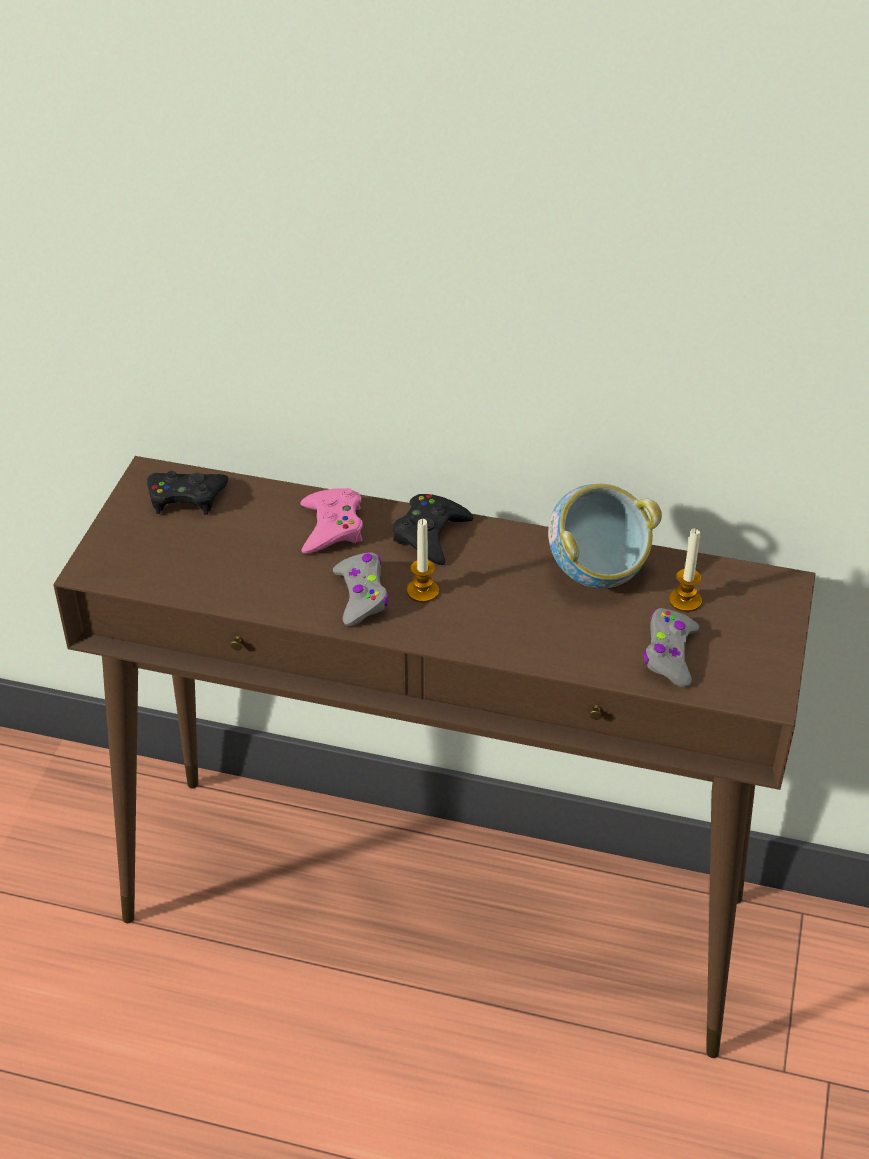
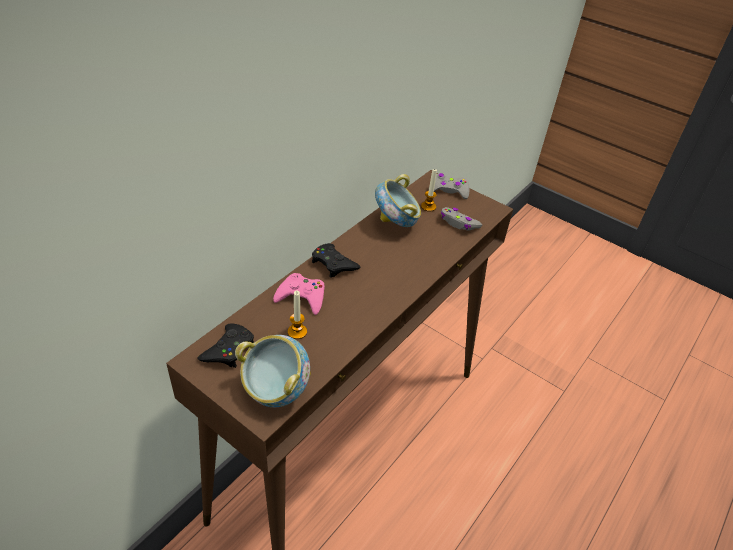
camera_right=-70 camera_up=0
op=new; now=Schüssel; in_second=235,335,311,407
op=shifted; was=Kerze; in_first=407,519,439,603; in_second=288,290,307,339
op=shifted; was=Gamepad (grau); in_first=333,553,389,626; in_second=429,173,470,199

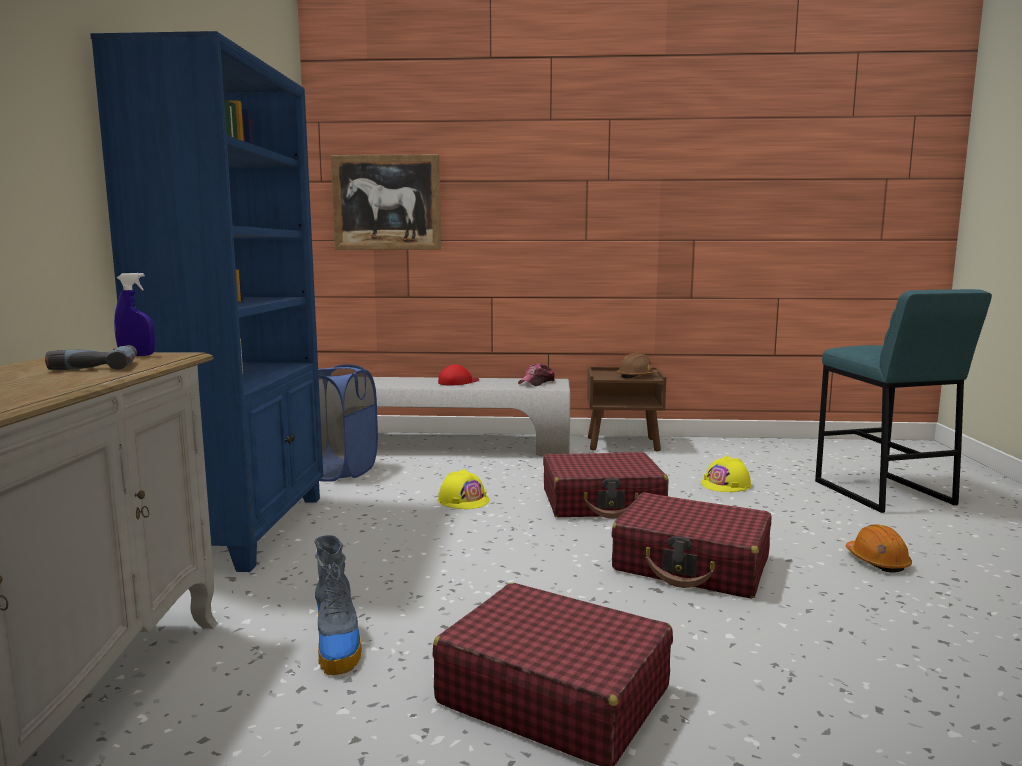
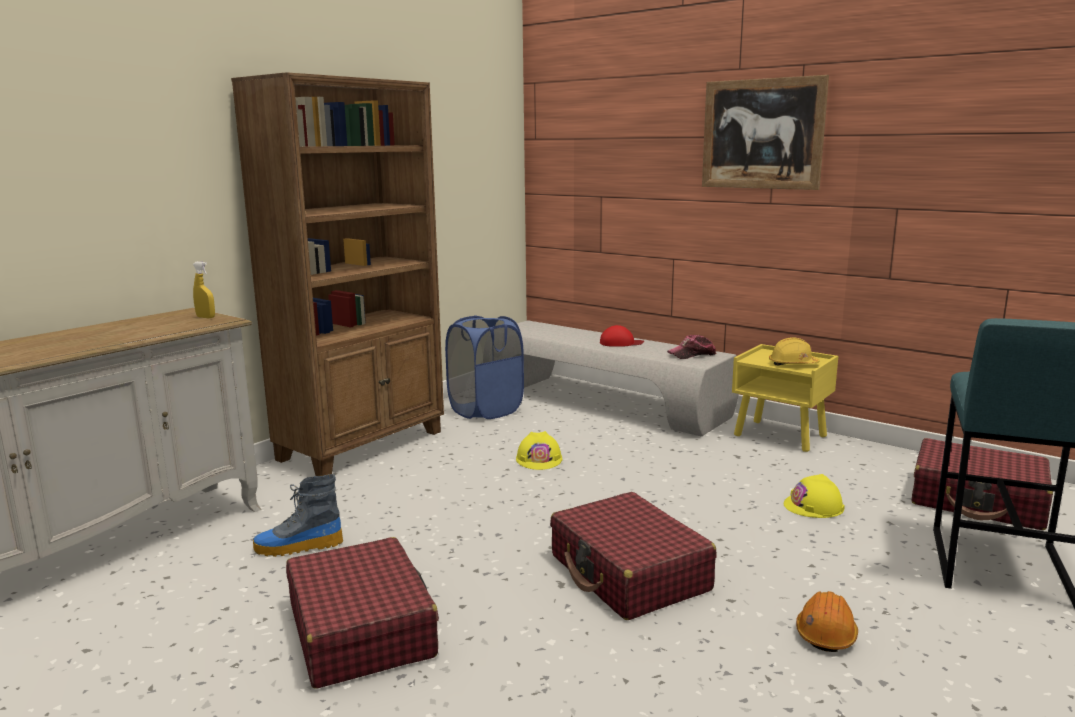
camera_right=35 camera_up=5
op=repainted; was=Sprühflasche (blau); now=Sprühflasche (gelb); in_first=114,273,155,356; in_second=193,262,215,319
op=repainted; was=Bücherregal (blau); now=Bücherregal (braun); in_first=90,31,323,572; in_second=231,72,444,476
op=rotated; was=Stiefel; in_first=314,535,362,675; in_second=253,474,343,557; clockwise=60
op=shifted; was=Bild; in_first=330,154,441,250; in_second=702,75,829,190
op=repainted; was=Nachttisch (braun); now=Nachttisch (gelb); in_first=587,367,666,451; in_second=732,344,838,452
op=repainted; was=Schutzhelm (braun); now=Schutzhelm (gelb); in_first=617,353,658,378; in_second=769,337,820,365
op=shifted; was=Koffer (rot); in_first=543,452,668,519; in_second=911,438,1053,530
op=gone; was=Bohrmaschine; in_first=45,345,137,370

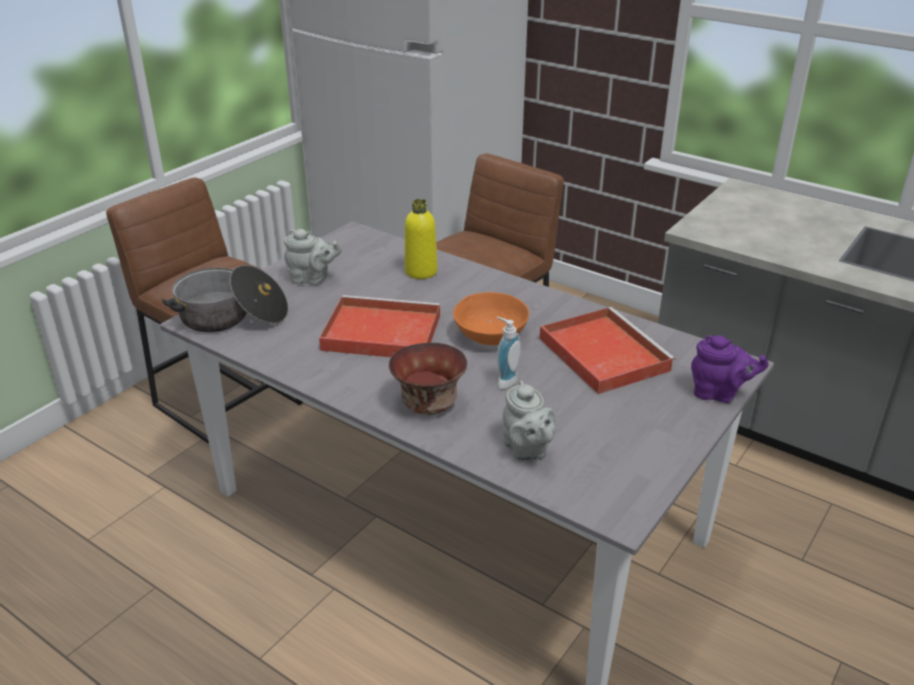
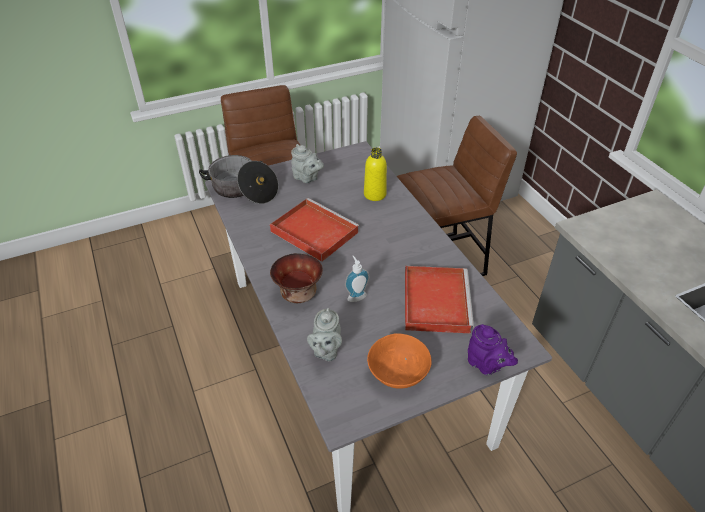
camera_right=30 camera_up=10
op=shifted; was=Schüssel (orange); in_first=453,292,529,345; in_second=367,333,432,389

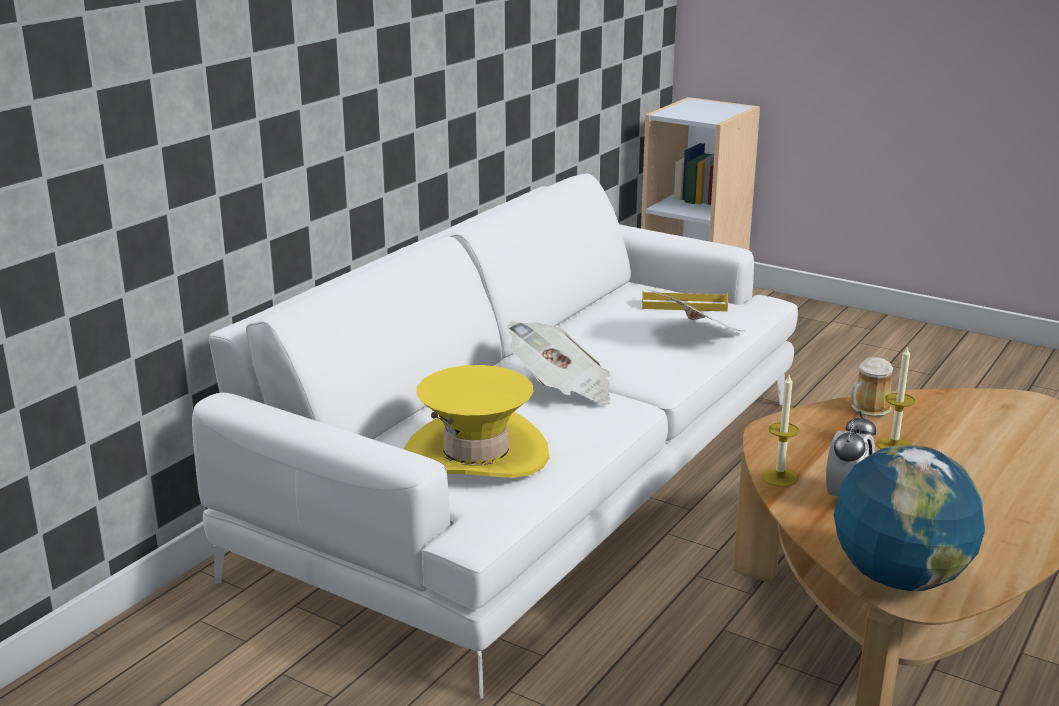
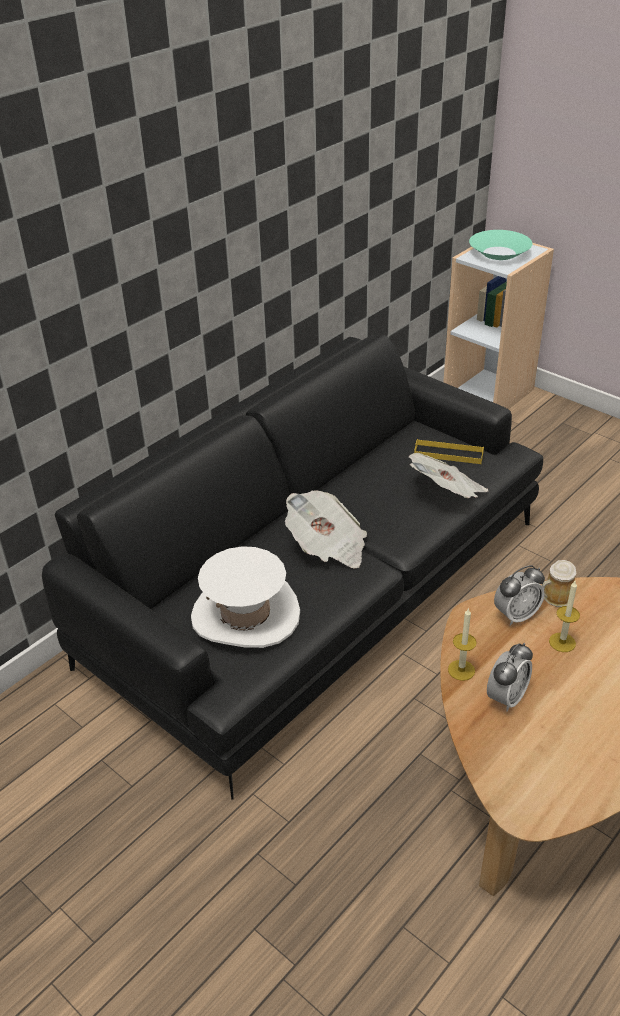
camera_right=10 camera_up=15
op=repainted; was=Sofa (weiß); now=Sofa (schwarz); in_first=192,174,798,699; in_second=42,334,543,800
op=repainted; was=Hut (gelb); now=Hut (weiß); in_first=404,365,549,478; in_second=191,546,300,648
op=new; now=Schüssel (türkis); in_second=469,230,533,260
op=new; now=Wecker; in_second=494,565,545,626
op=gone; was=Globus; in_first=834,445,986,591

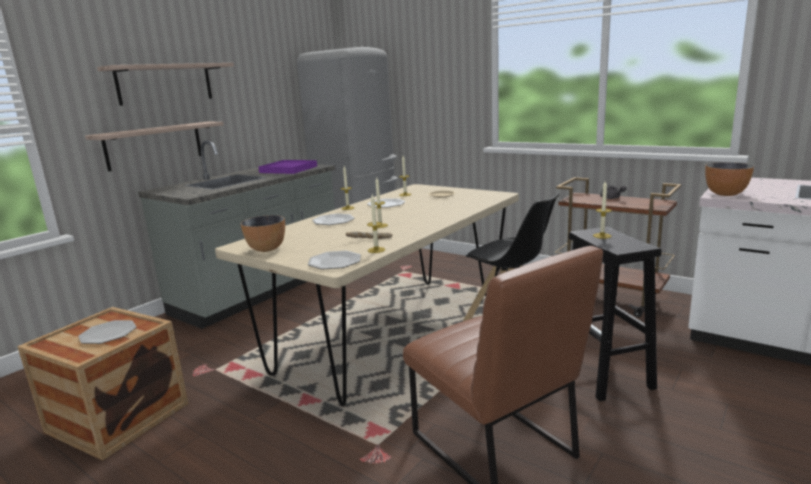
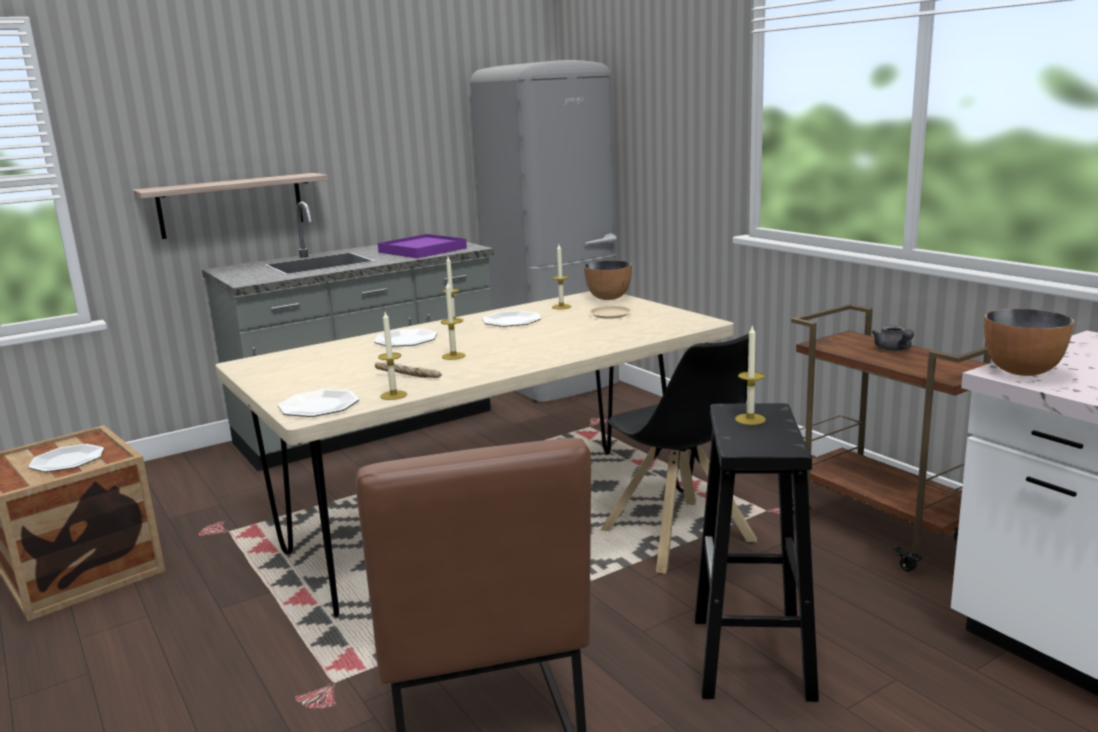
camera_right=20 camera_up=0
op=shifted; was=Schüssel; in_first=241,215,285,252; in_second=584,261,632,300
op=gone; was=Wandregal; in_first=97,63,234,106

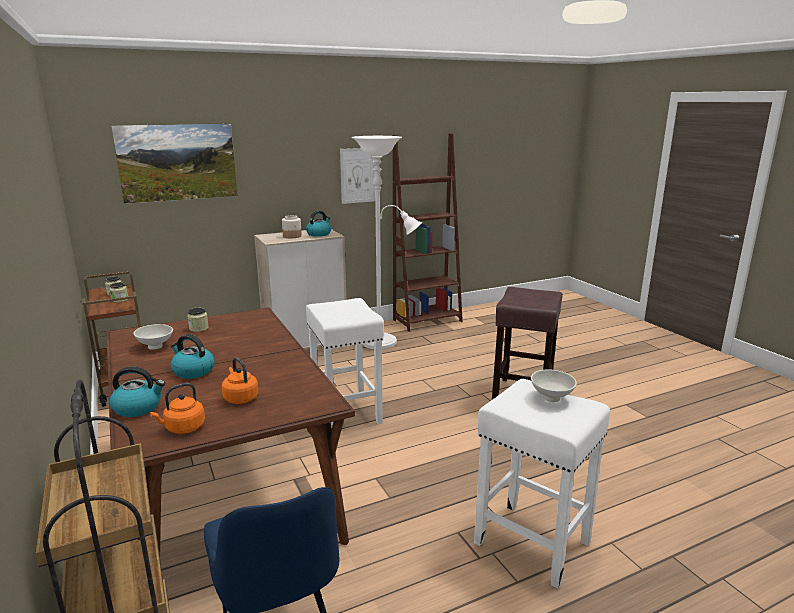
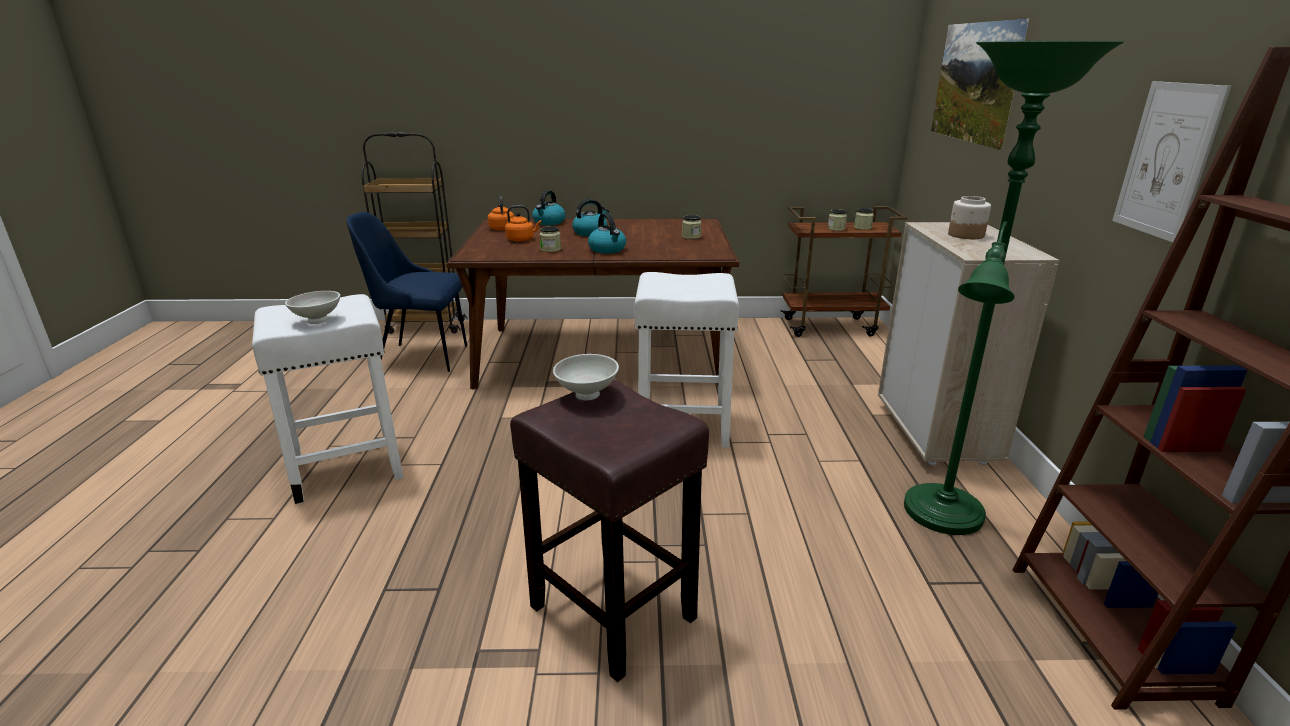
camera_right=115 camera_up=5
op=new; now=Vorratsglas; in_second=540,226,561,252
op=shifted; was=Schüssel (weiß); in_first=133,324,173,350; in_second=553,354,619,400
op=shifted; was=Wasserkessel; in_first=306,210,331,237; in_second=588,213,626,254
op=repainted; was=Stehlampe (weiß); now=Stehlampe (grün); in_first=352,136,422,349; in_second=904,41,1124,535

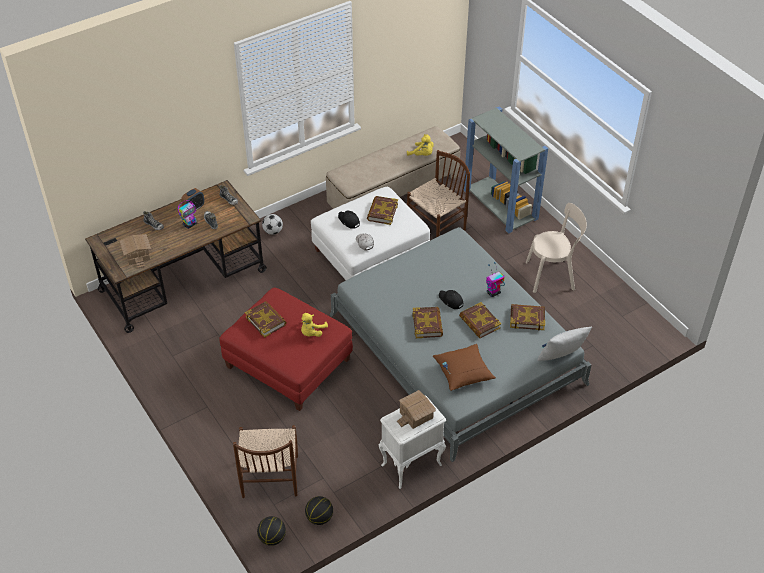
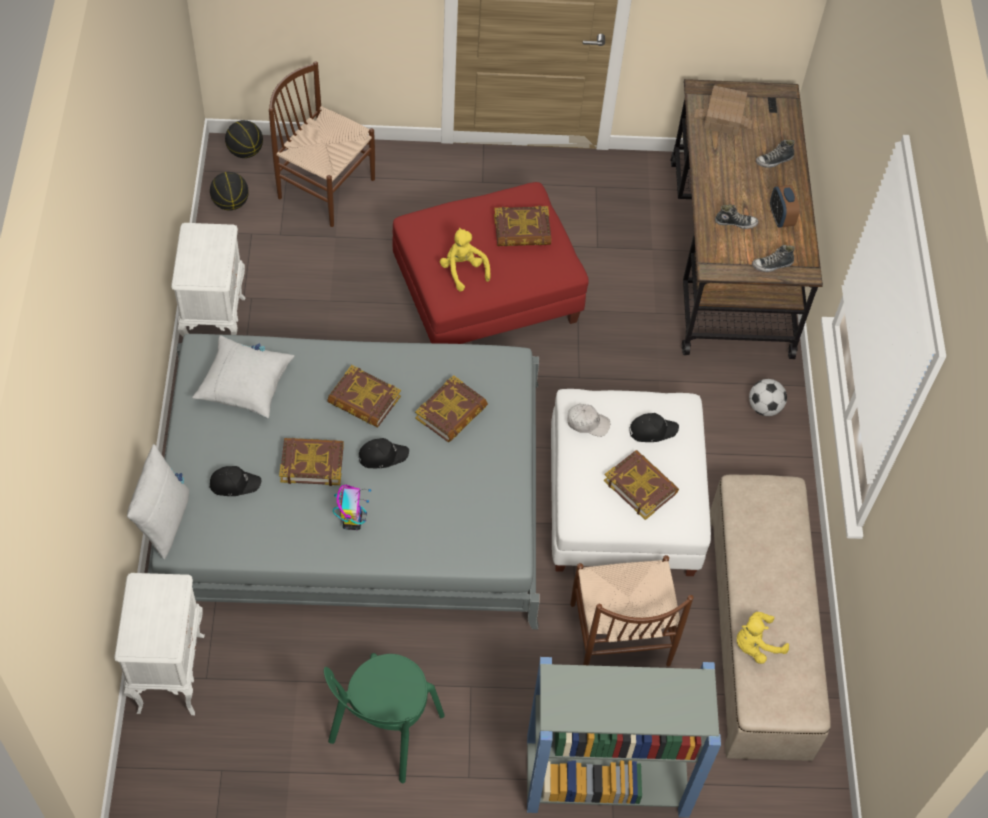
camera_right=120 camera_up=10
op=new; now=Nachttisch (weiß); in_second=114,573,205,716
op=repainted; was=Kissen (braun); now=Kissen (grau); in_first=433,344,496,391; in_second=192,335,295,419
op=new; now=Kappe (schwarz); in_second=209,466,262,496
op=repainted; was=Stuhl (beige); now=Stuhl (grün); in_first=526,203,587,293; in_second=324,653,445,783
op=shifted; was=Buch; in_first=510,304,545,330; in_second=415,375,488,442
op=gone; was=Spielzeugroboter; in_first=178,200,197,229
op=gone; was=Spielzeughaus; in_first=397,390,436,429

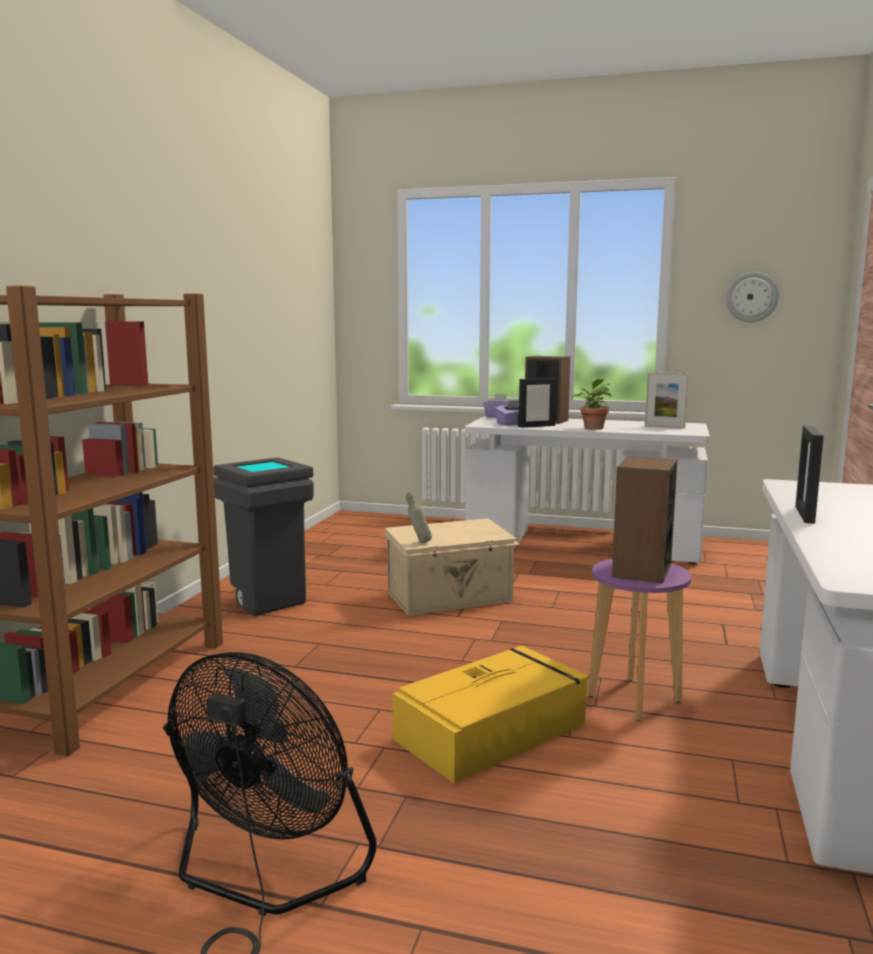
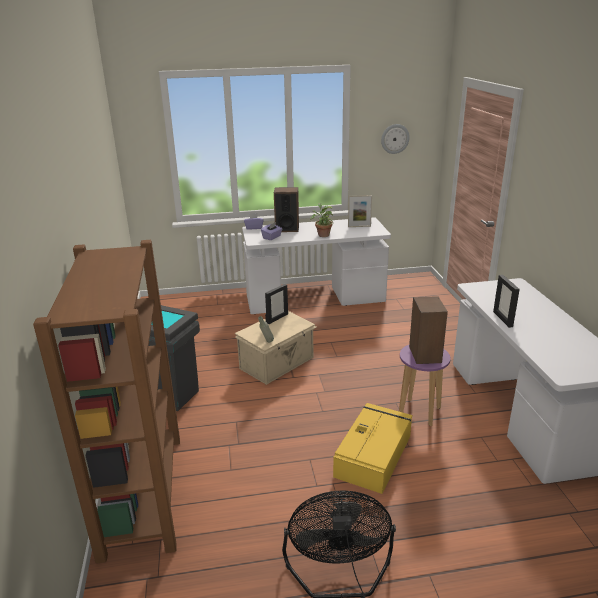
camera_right=-25 camera_up=15
op=shifted; was=Bilderrahmen; in_first=518,378,557,428; in_second=265,284,288,324

